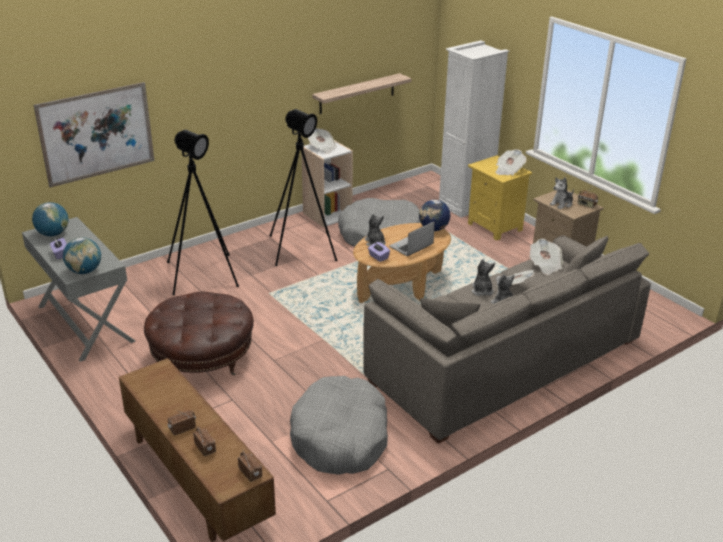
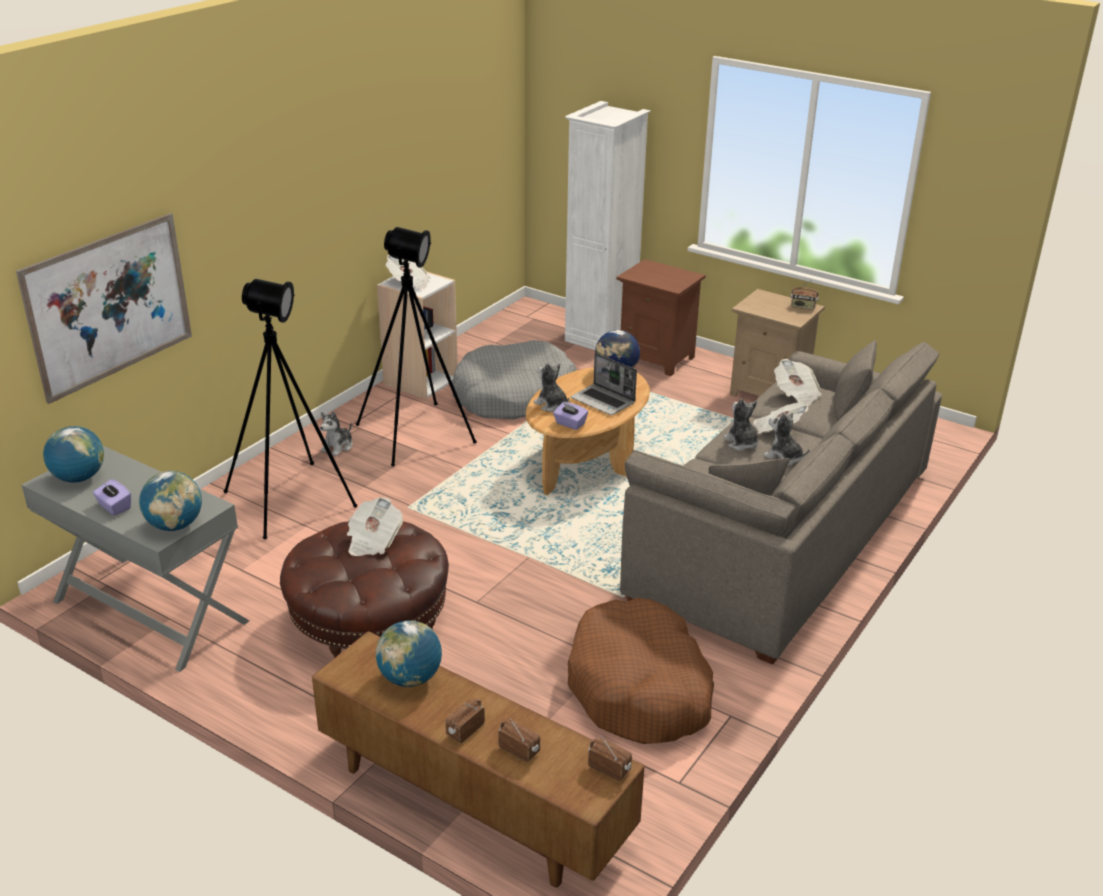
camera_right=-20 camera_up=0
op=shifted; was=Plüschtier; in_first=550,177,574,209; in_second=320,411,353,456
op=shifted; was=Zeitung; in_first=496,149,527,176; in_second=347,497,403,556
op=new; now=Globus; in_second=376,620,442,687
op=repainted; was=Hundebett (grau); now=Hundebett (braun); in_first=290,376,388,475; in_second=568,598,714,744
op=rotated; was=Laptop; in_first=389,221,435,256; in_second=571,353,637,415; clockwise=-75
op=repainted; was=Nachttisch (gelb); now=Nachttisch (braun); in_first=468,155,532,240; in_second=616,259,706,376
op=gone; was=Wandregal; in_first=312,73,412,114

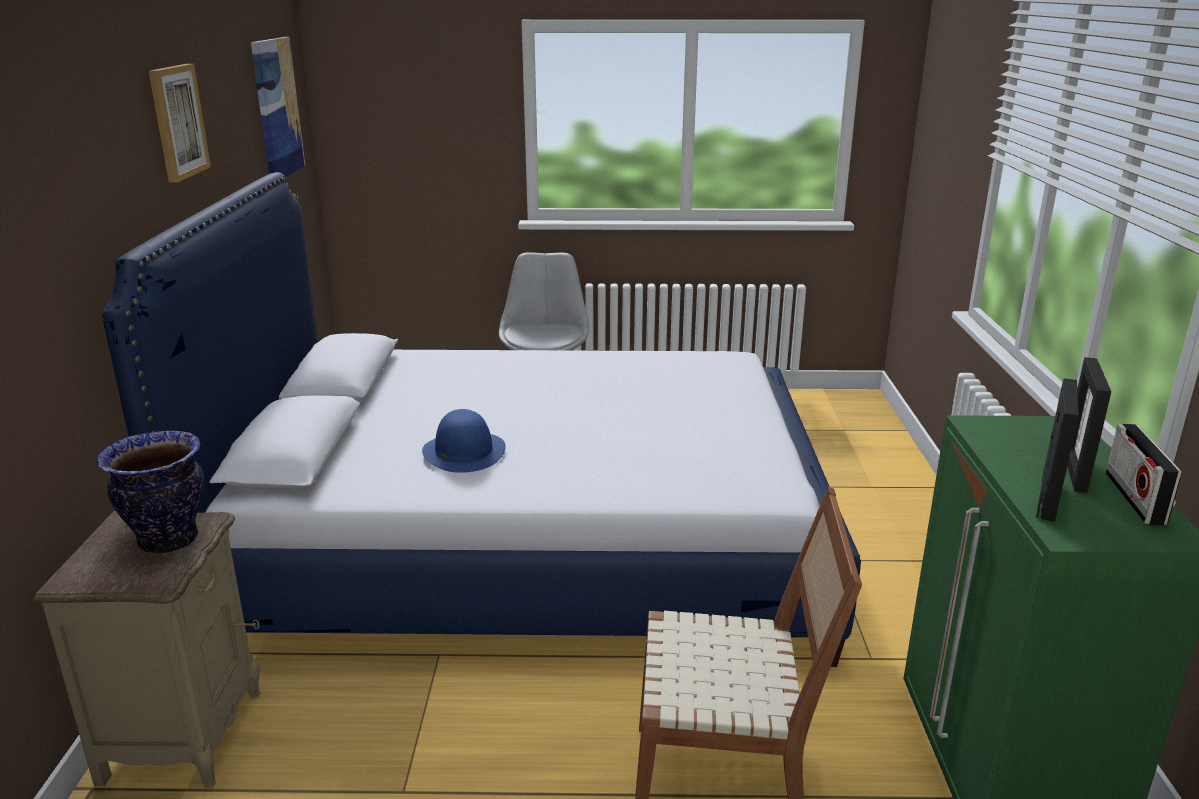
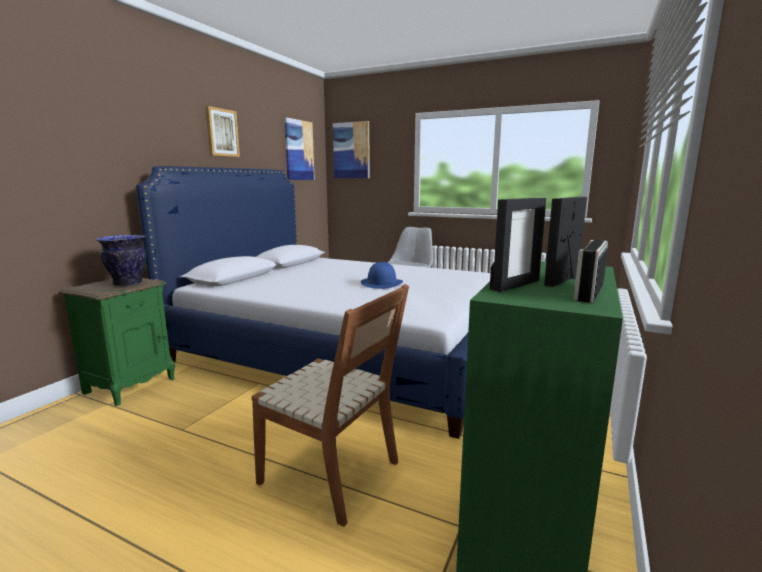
camera_right=25 camera_up=-10
op=repainted; was=Nachttisch (beige); now=Nachttisch (grün); in_first=34,511,260,788; in_second=59,278,175,406
op=new; now=Bild; in_second=333,121,370,178
op=shifted; was=Hut (blau); in_first=422,409,506,473; in_second=361,262,403,289

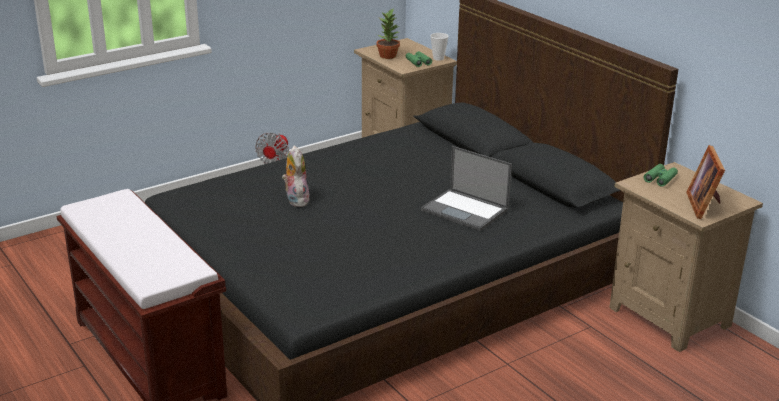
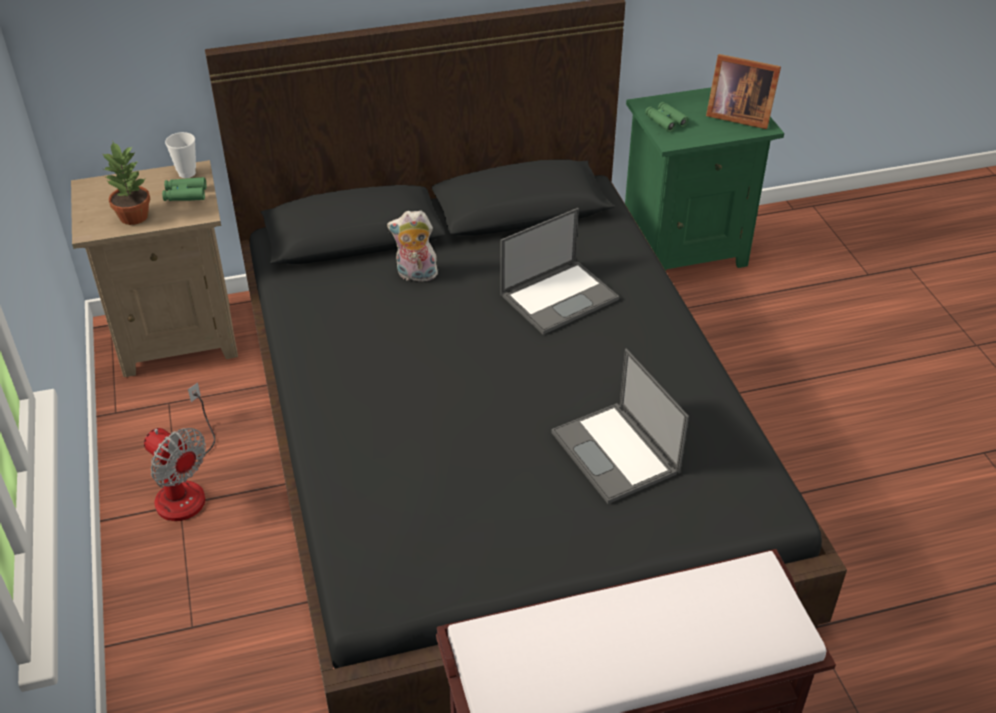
camera_right=-70 camera_up=15
op=shifted; was=Plüschtier; in_first=282,145,309,207; in_second=387,211,438,282
op=new; now=Laptop; in_second=551,349,689,504
op=repainted; was=Nachttisch (beige); now=Nachttisch (grün); in_first=609,162,763,352; in_second=625,87,784,271

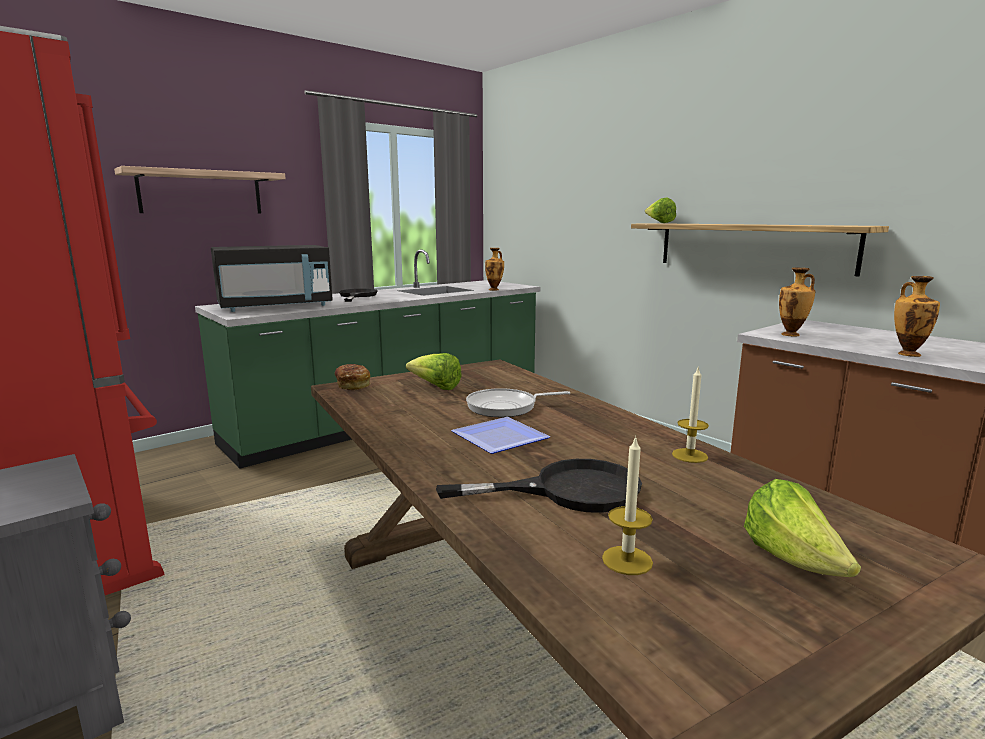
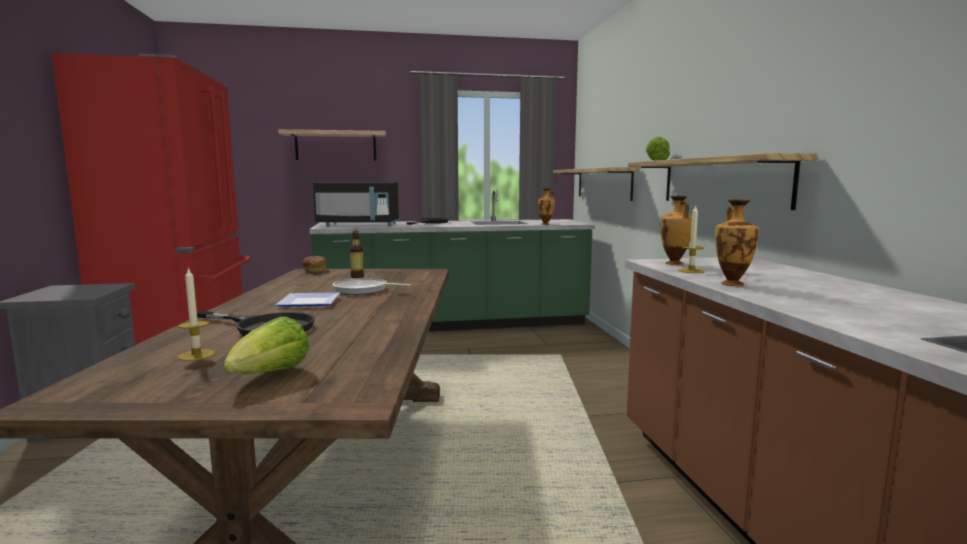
camera_right=30 camera_up=-5
op=swapped; was=Salatkopf; now=Flasche; in_first=406,353,462,390; in_second=350,231,364,278
op=new; now=Wandregal; in_second=553,167,640,201
op=shifted; was=Kerze; in_first=672,368,709,463; in_second=678,206,704,273

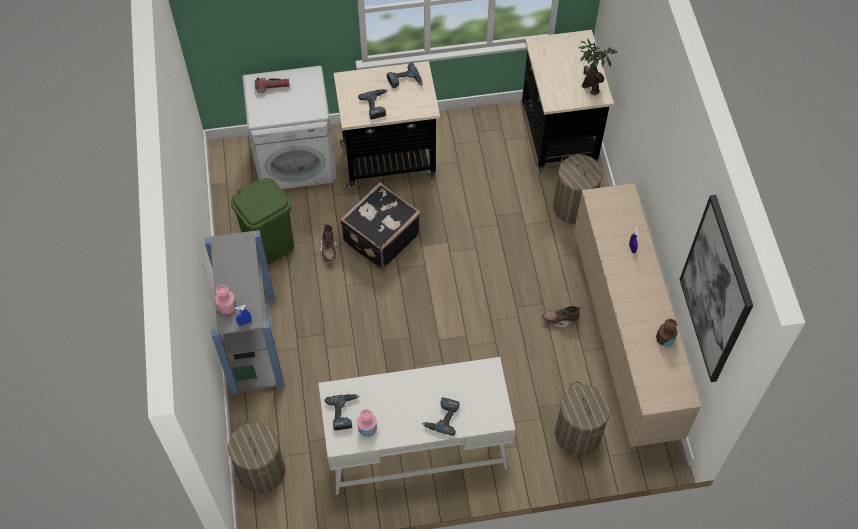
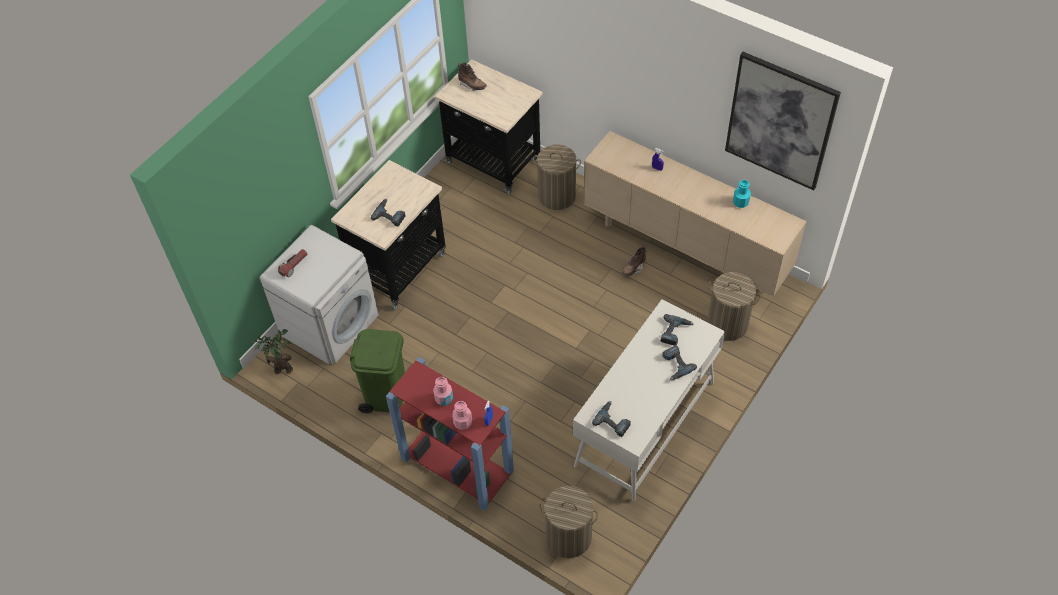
camera_right=-45 camera_up=-5
op=shifted; was=Topfpflanze; in_first=579,39,617,95; in_second=251,329,293,374
op=repainted; was=Bücherregal (grau); now=Bücherregal (rot); in_first=204,230,284,395; in_second=386,357,514,511
op=shifted; was=Flasche (rosa); in_first=357,409,377,437; in_second=433,377,453,405
op=shifted; was=Stiefel (braun); in_first=319,223,338,262; in_second=458,63,487,91
op=shifted; was=Bohrmaschine; in_first=387,63,423,88; in_second=661,314,694,346
op=repainted; was=Flasche (braun); now=Flasche (türkis); in_first=656,318,678,347; in_second=733,180,751,208
op=gone; was=Koffer (schwarz); in_first=340,182,420,270

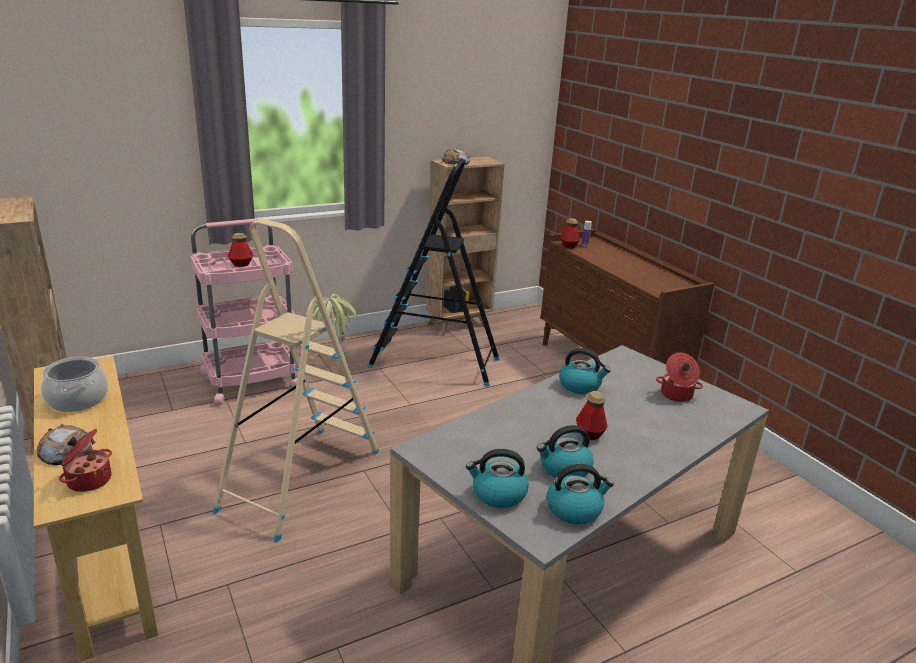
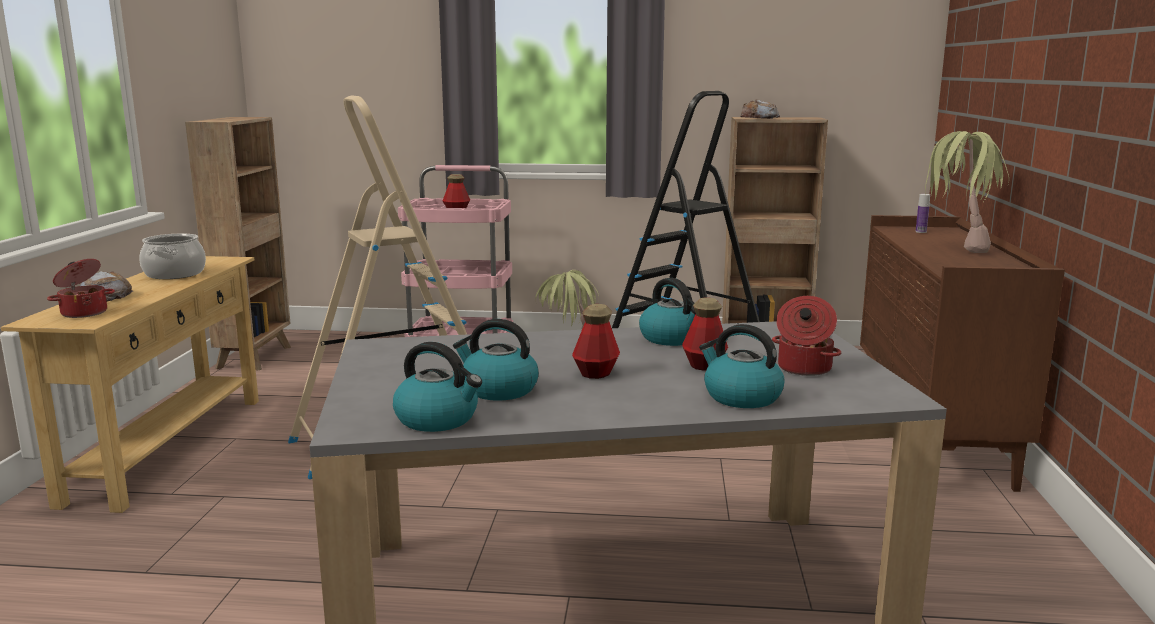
camera_right=35 camera_up=-10
op=shifted; was=Flasche; in_first=560,218,580,248; in_second=682,298,728,371
op=shifted; was=Wasserkessel; in_first=466,449,529,508; in_second=699,324,784,408
op=new; now=Topfpflanze; in_second=925,131,1009,253

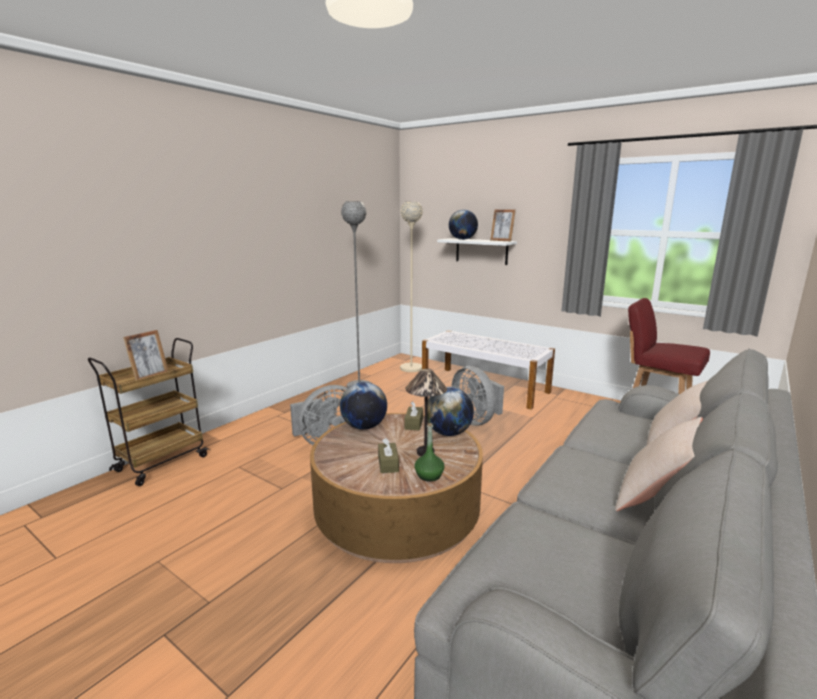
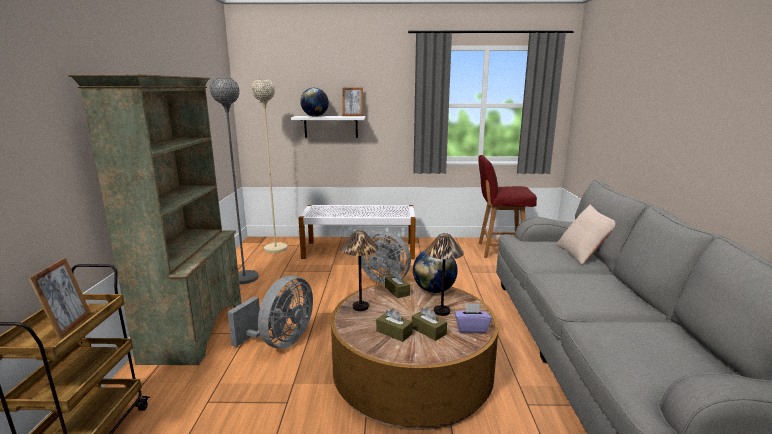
camera_right=-35 camera_up=0
op=new; now=Bücherregal (grün); in_second=68,74,241,365
op=swapped; was=Globus; now=Tischlampe; in_first=340,382,387,429; in_second=340,230,379,311
op=new; now=Taschentuchbox (braun); in_second=376,308,413,342
op=swapped; was=Flasche (grün); now=Taschentuchbox (lila); in_first=415,423,444,482; in_second=454,303,491,333
op=gone; was=Kissen (beige); in_first=615,417,703,511

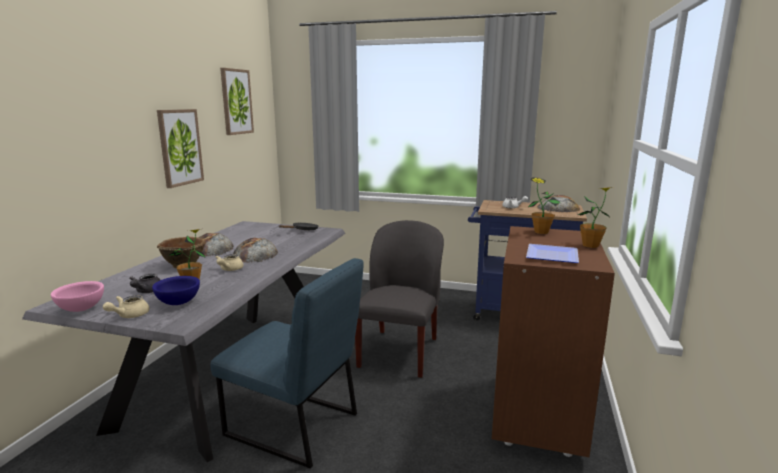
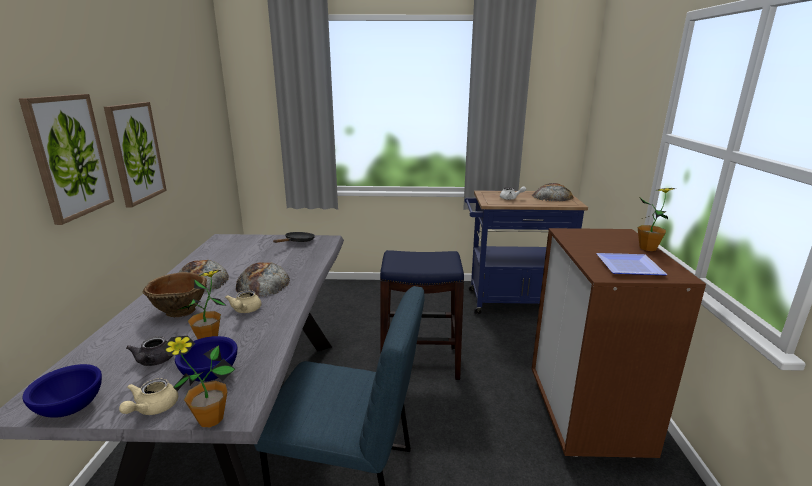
camera_right=-15 camera_up=5
op=shifted; was=Bild; in_first=220,68,254,135; in_second=19,94,114,225
op=repainted; was=Schüssel (rosa); now=Schüssel (blau); in_first=51,281,104,312; in_second=22,364,102,418
op=shifted; was=Topfpflanze; in_first=528,177,561,234; in_second=162,336,235,427
op=swapped; was=Stuhl (grau); now=Hocker; in_first=355,220,444,378; in_second=380,250,464,380

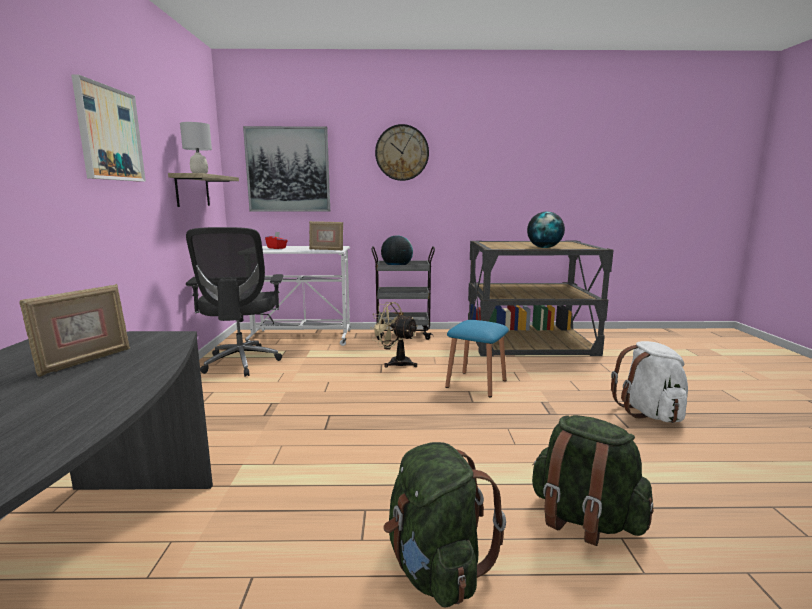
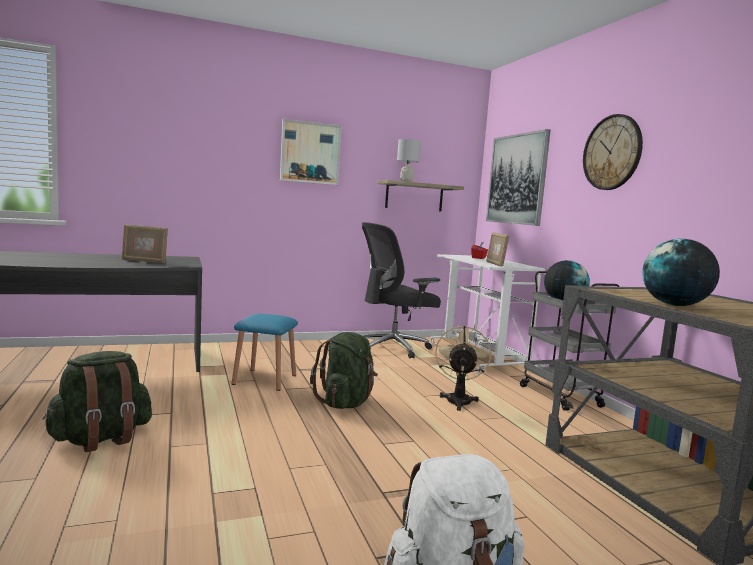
camera_right=70 camera_up=-5
op=shifted; was=Hocker (blau); in_first=445,320,509,397; in_second=232,314,298,391
op=shifted; was=Rucksack (grün); in_first=532,415,654,546; in_second=310,332,378,409

